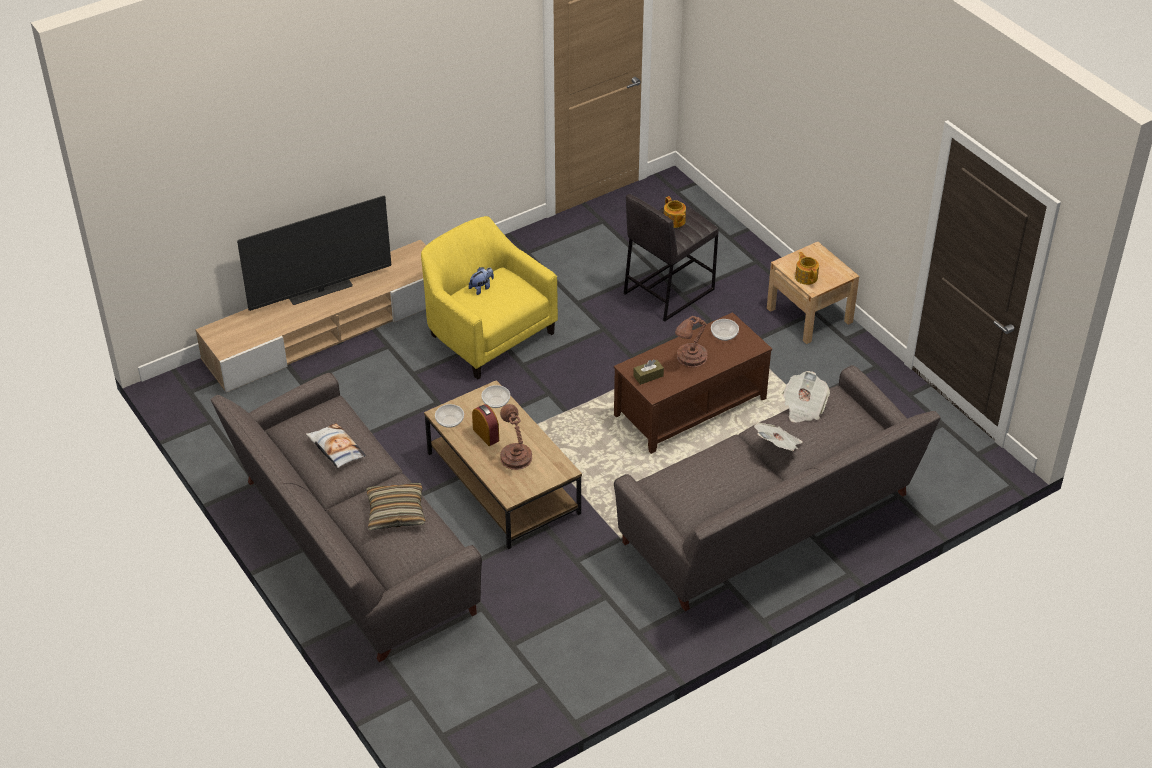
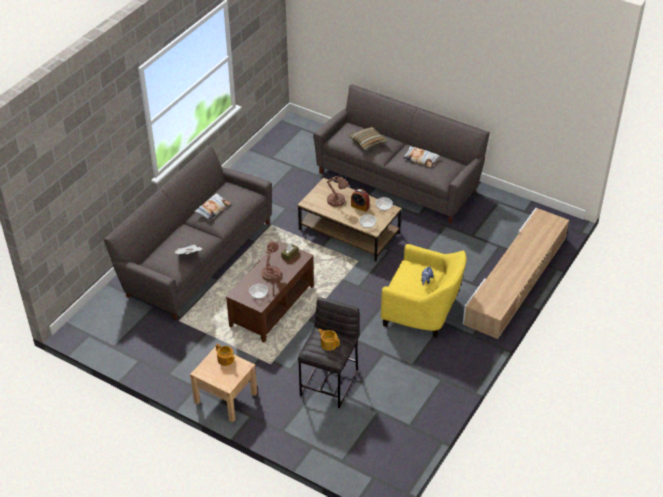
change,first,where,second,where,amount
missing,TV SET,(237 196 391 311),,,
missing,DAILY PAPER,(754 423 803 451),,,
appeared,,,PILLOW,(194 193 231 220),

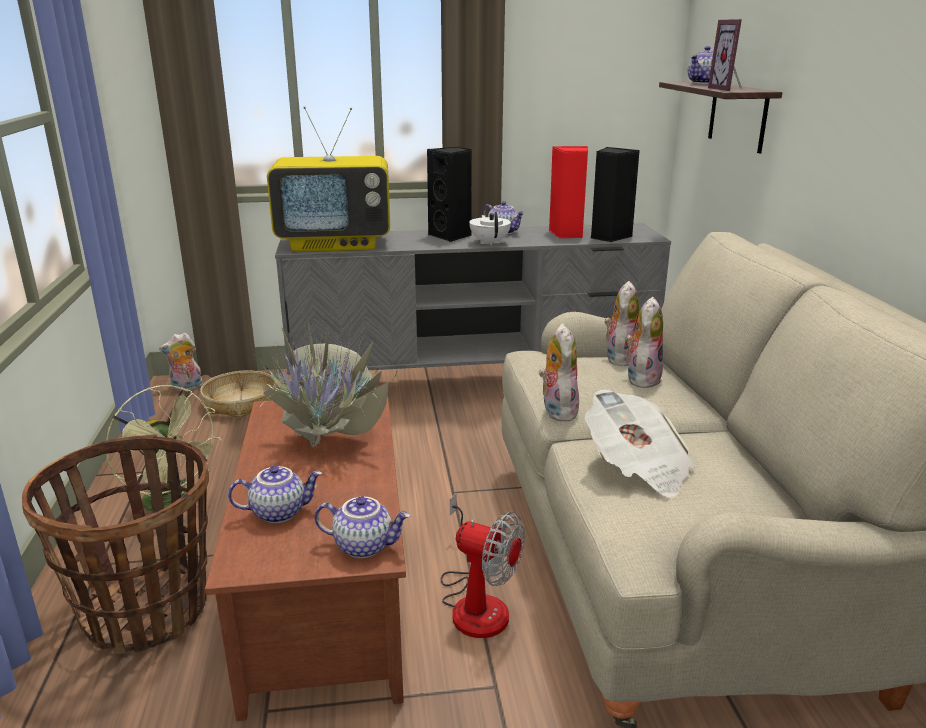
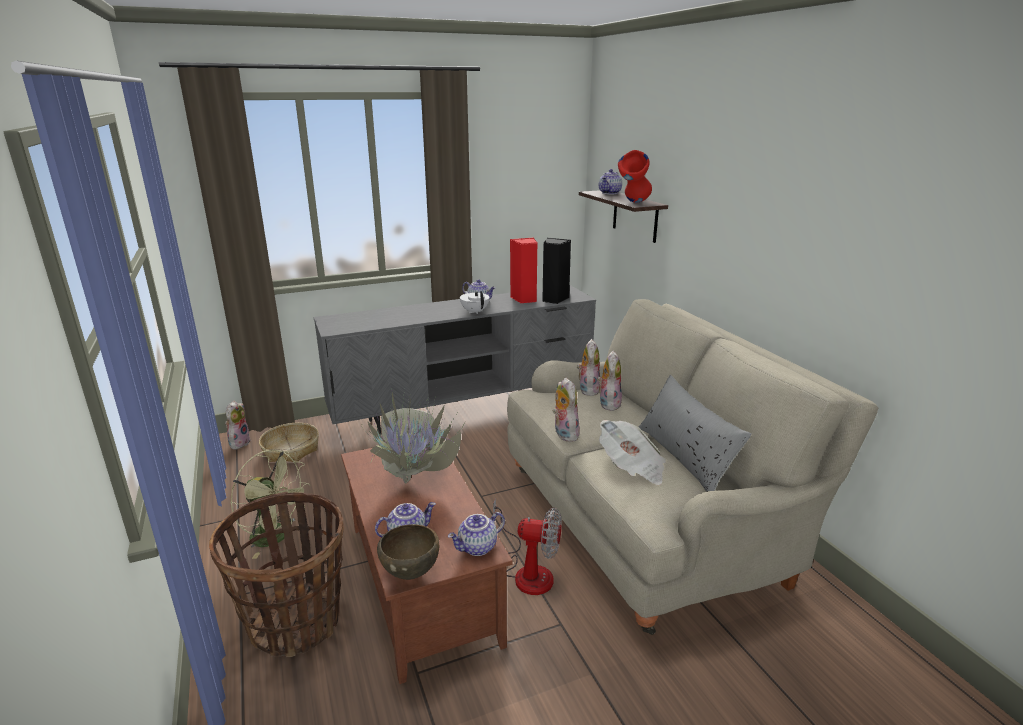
change,first,where,second,where,amount
spun,CUDDLY TOY,(159 333 204 391),,(225 401 251 450),135 degrees clockwise
missing,TV SET,(267 106 390 252),,,
spun,TEAPOT,(315 496 410 558),,(448 512 505 556),150 degrees clockwise
missing,BLACK LOUDSPEAKER,(427 147 472 242),,,
exchanged,PICTURE FRAME,(708 19 742 91),RED FLOWER VASE,(618 150 652 203),
appeared,,,BROWN BOWL,(377 524 439 580),
appeared,,,GRAY PILLOW,(639 375 752 492),

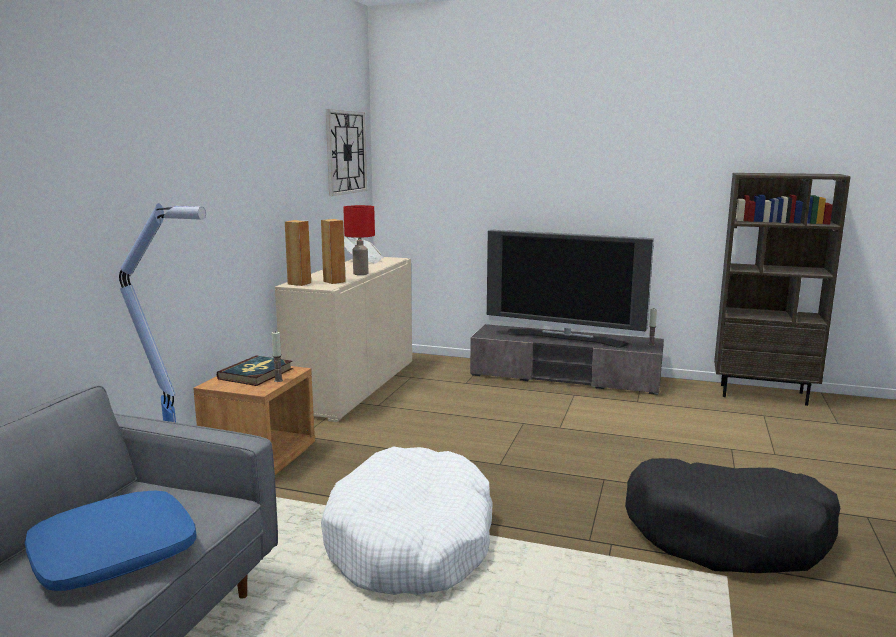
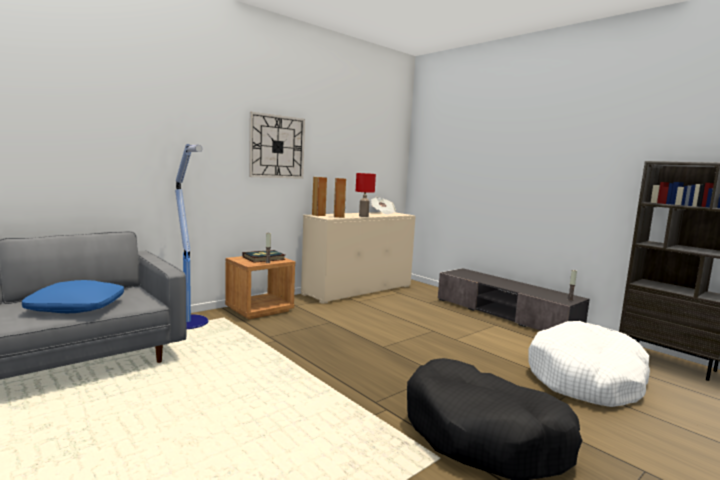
change,first,where,second,where,amount
relocated,WHITISH DOG CUSHION,(321 446 493 595),,(529 321 650 407),
relocated,CLOCK ON THE WALL,(326 109 367 196),,(249 112 305 179),
missing,TV SET,(487 230 654 348),,,

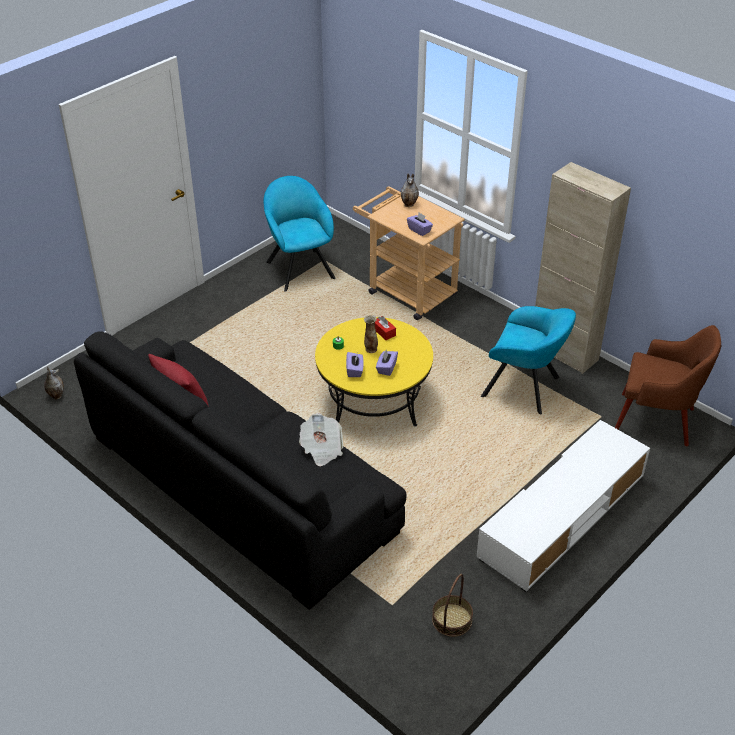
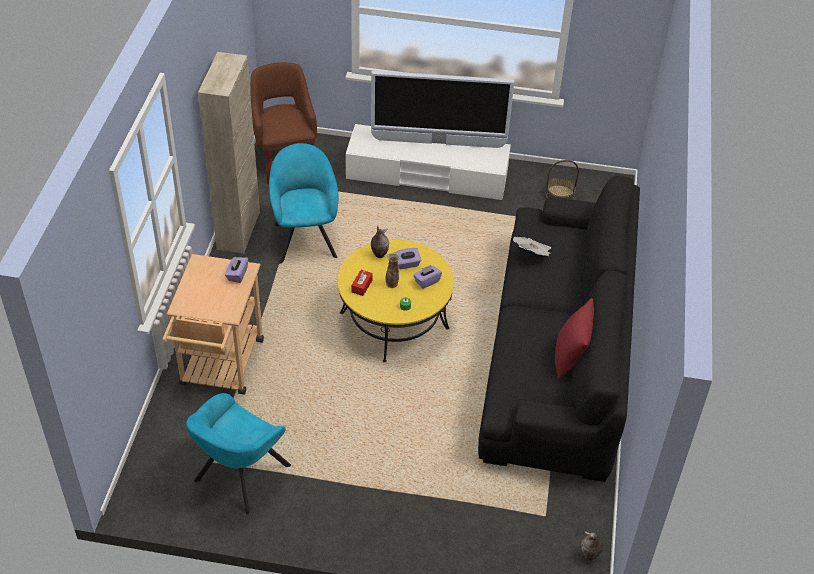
change,first,where,second,where,amount
relocated,FLOWER VASE,(401 174 419 207),,(371 226 389 258),
appeared,,,TV SET,(371 71 514 148),

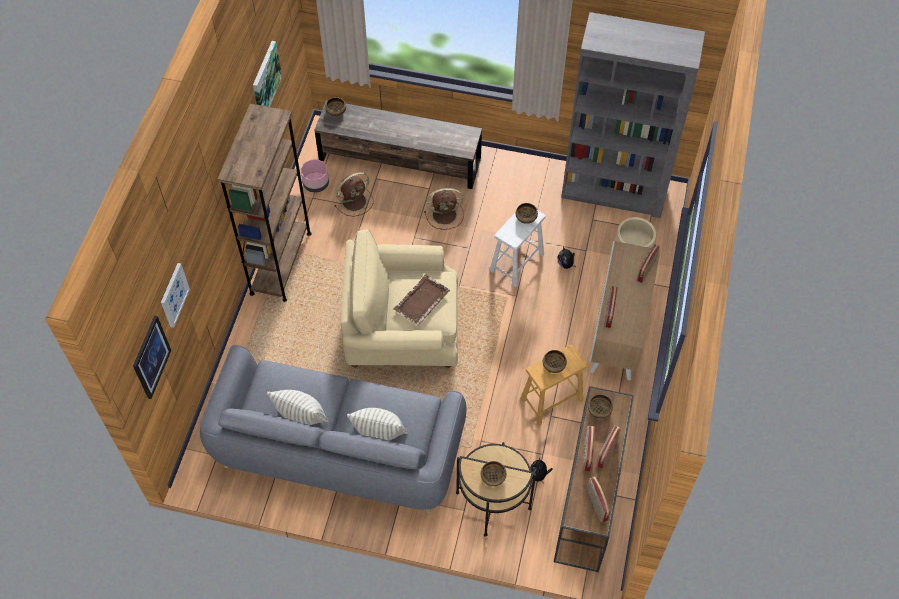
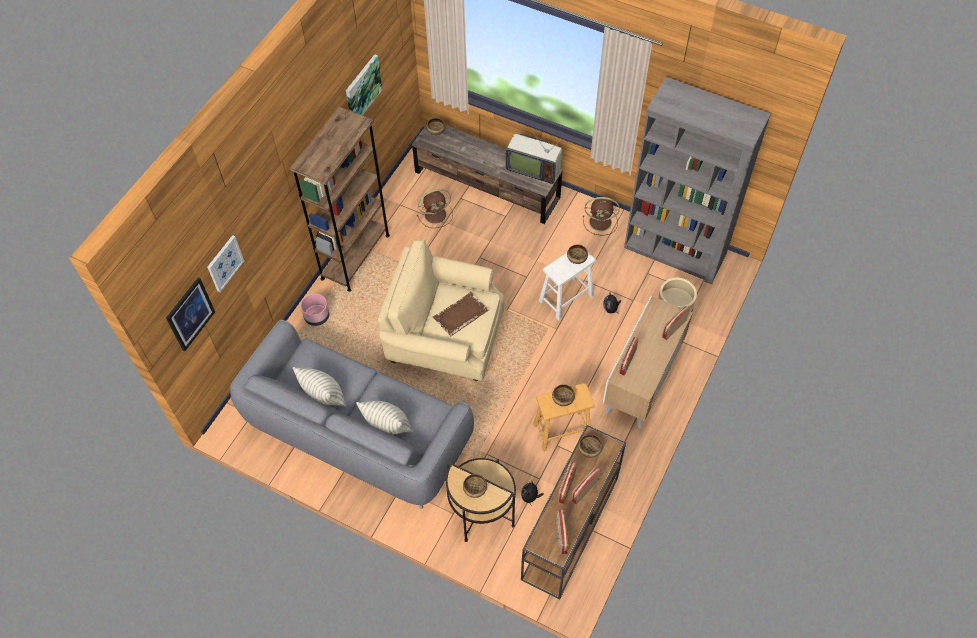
change,first,where,second,where,amount
relocated,PINK FLOWER POT,(301 159 329 193),,(300 294 329 326),
relocated,BROWN FAN,(424 188 464 230),,(583 197 620 236),
appeared,,,TV SET,(506 131 563 184),

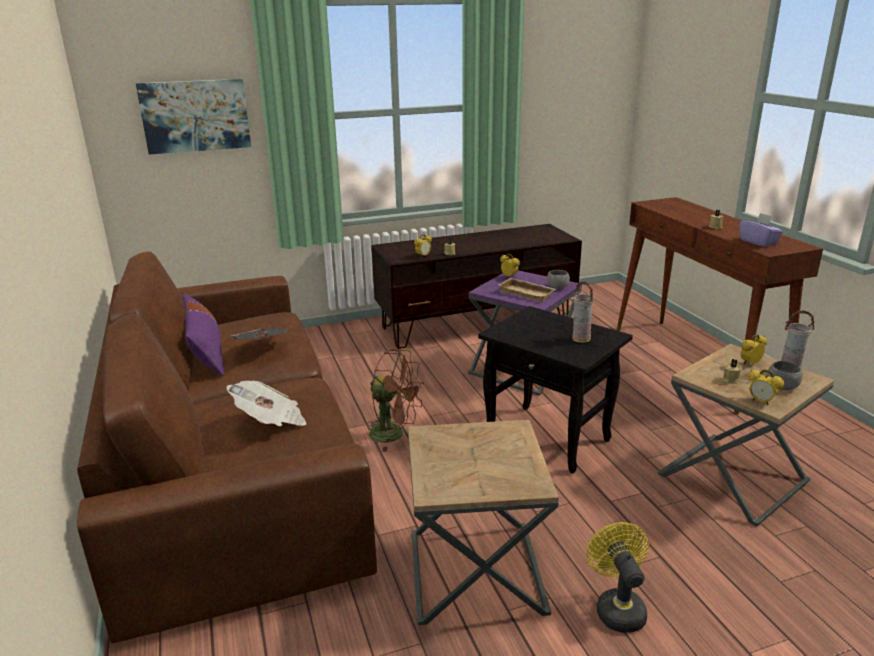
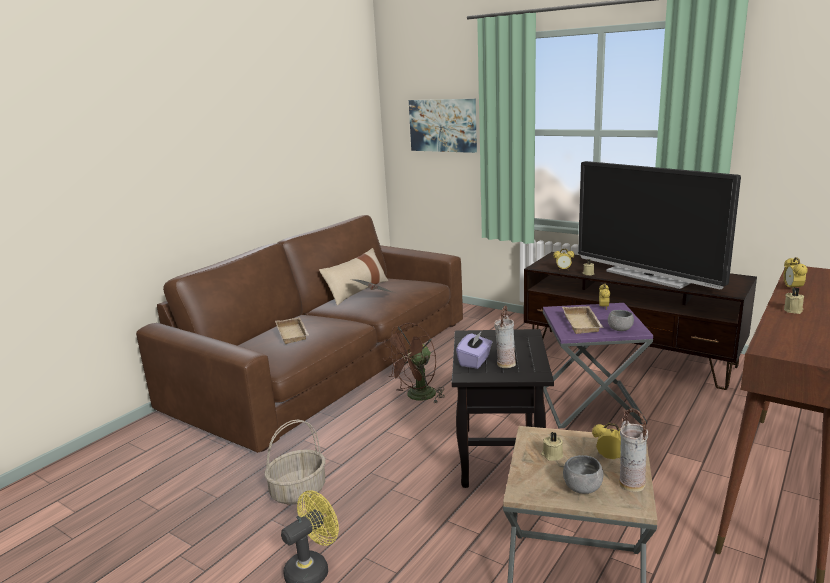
change,first,where,second,where,amount
colour,PURPLE-COLOURED PILLOW,(183 293 224 376),BEIGE PILLOW,(319 248 389 305),
exchanged,DAILY PAPER,(227 381 307 426),BEIGE CARRYING TRAY,(275 317 309 344),
spun,BROWN FAN,(366 349 424 452),,(383 323 445 403),60 degrees clockwise
exchanged,BROWN END TABLE,(408 420 559 625),STORAGE BASKET,(264 419 325 505),
relocated,PURPLE-COLOURED BOX OF TISSUES,(739 213 783 247),,(456 331 492 369),
relocated,TABLE CLOCK,(748 369 784 405),,(783 257 808 291),
appeared,,,TV SET,(578 161 741 290),

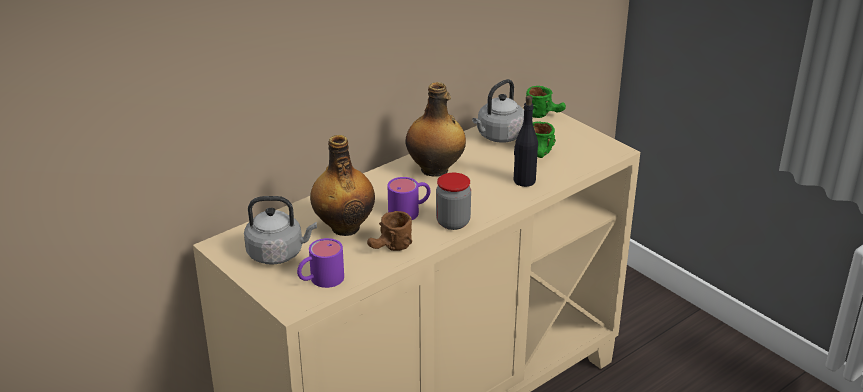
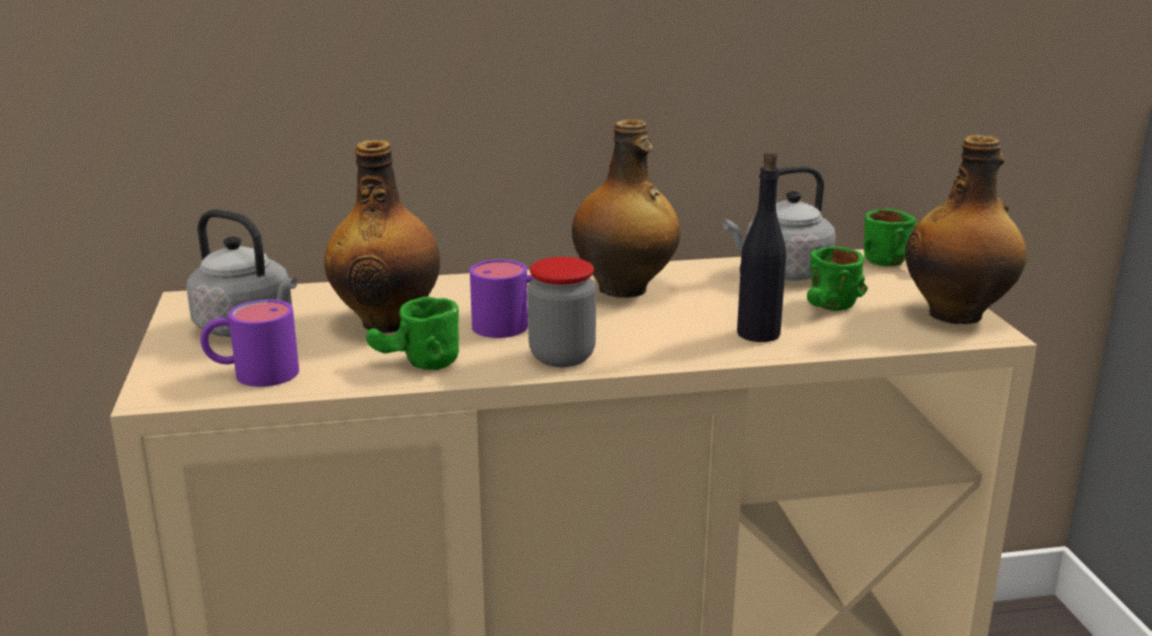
change,first,where,second,where,amount
colour,BROWN MUG,(367 211 412 251),GREENISH MUG,(366 296 459 370),
appeared,,,DRINK BOTTLE,(905 135 1026 324),

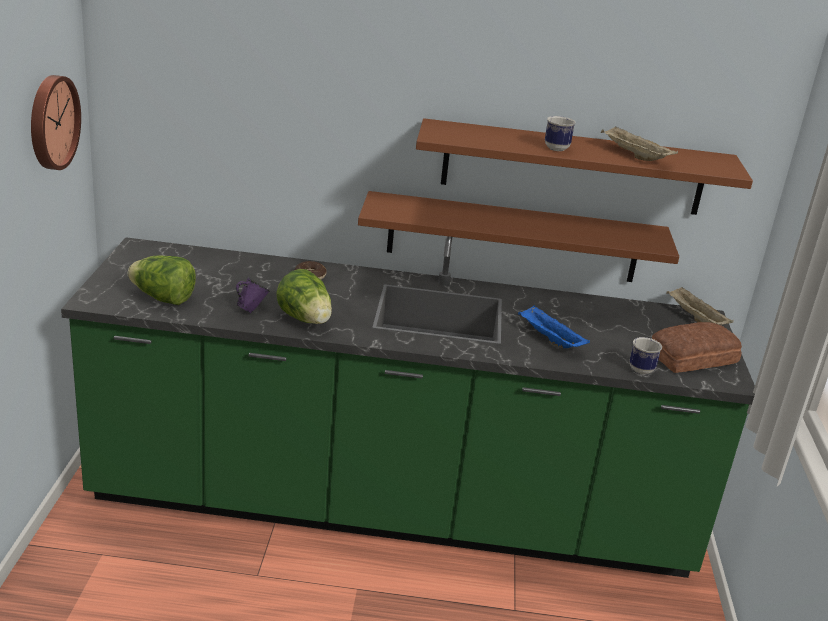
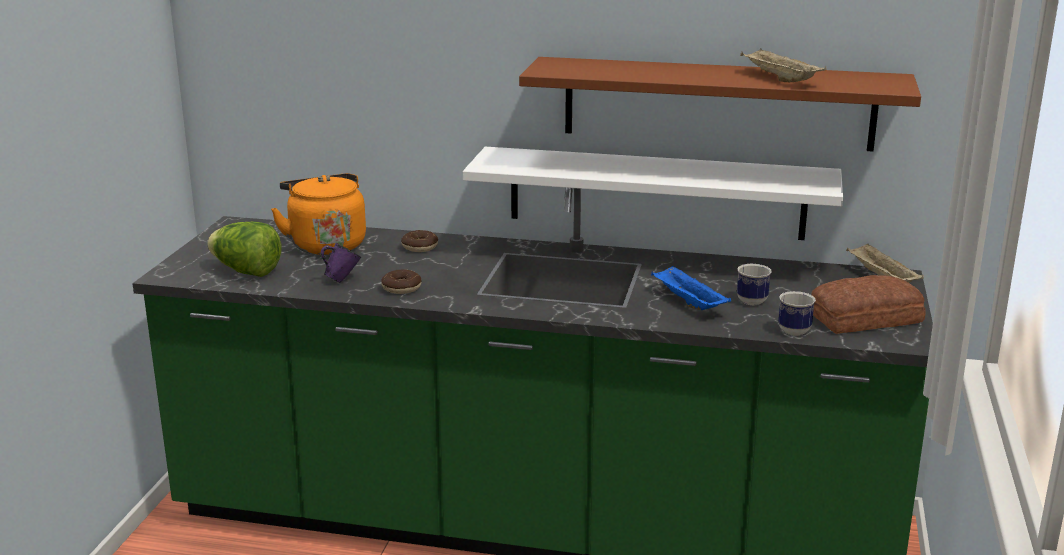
change,first,where,second,where,amount
missing,CLOCK ON THE WALL,(31 75 81 170),,,
exchanged,LETTUCE HEAD,(276 269 332 324),RING DOUGHNUT,(381 270 421 294),
colour,BROWN WALL SHELF,(358 191 679 282),WHITISH WALL SHELF,(463 147 843 240),
relocated,MUG,(545 116 576 151),,(737 264 772 305),
appeared,,,ORANGE-COLOURED TEA KETTLE,(271 173 366 255),

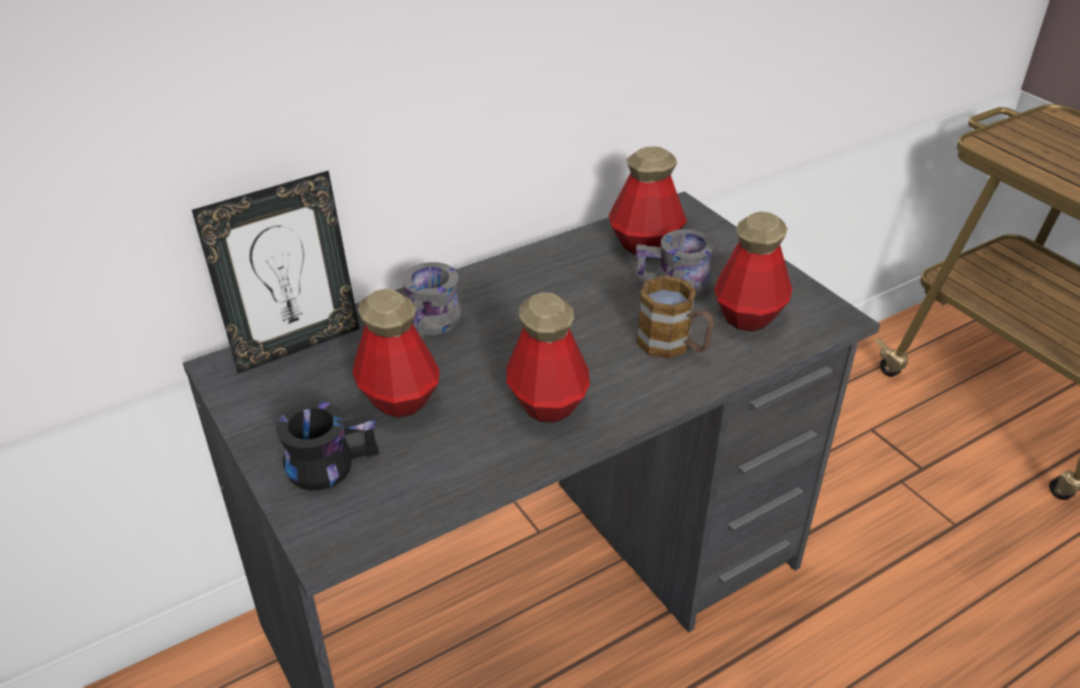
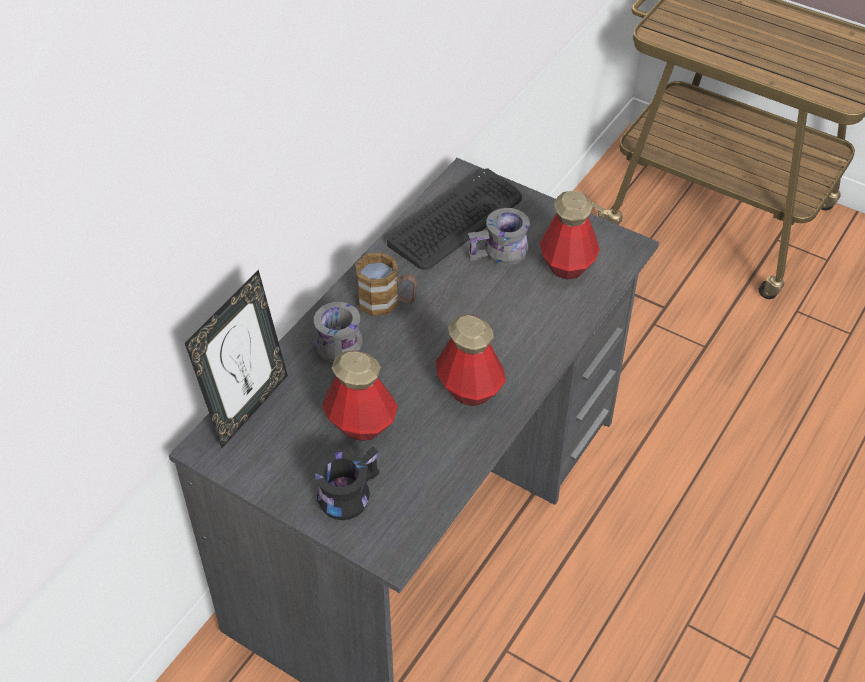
change,first,where,second,where,amount
exchanged,DRINK BOTTLE,(609 146 687 254),PC KEYBOARD,(387 168 522 270),
relocated,MUG,(636 276 714 359),,(355 252 417 316),

